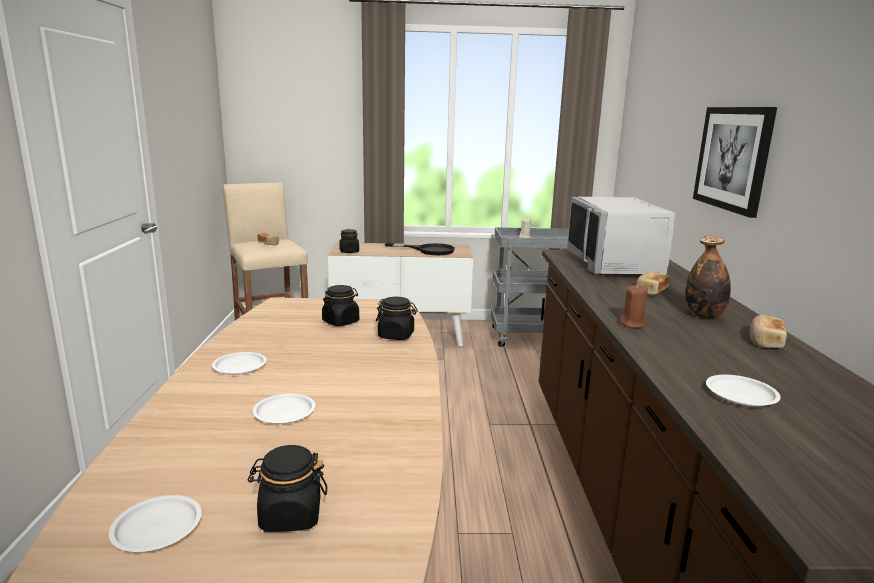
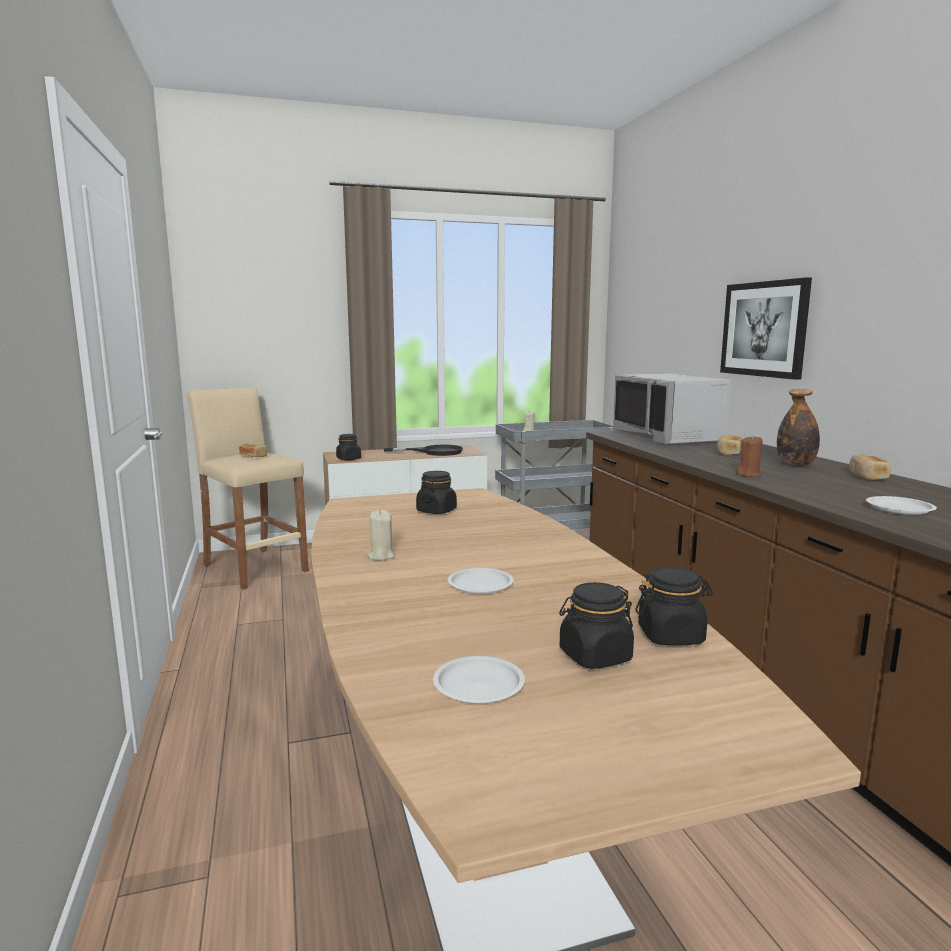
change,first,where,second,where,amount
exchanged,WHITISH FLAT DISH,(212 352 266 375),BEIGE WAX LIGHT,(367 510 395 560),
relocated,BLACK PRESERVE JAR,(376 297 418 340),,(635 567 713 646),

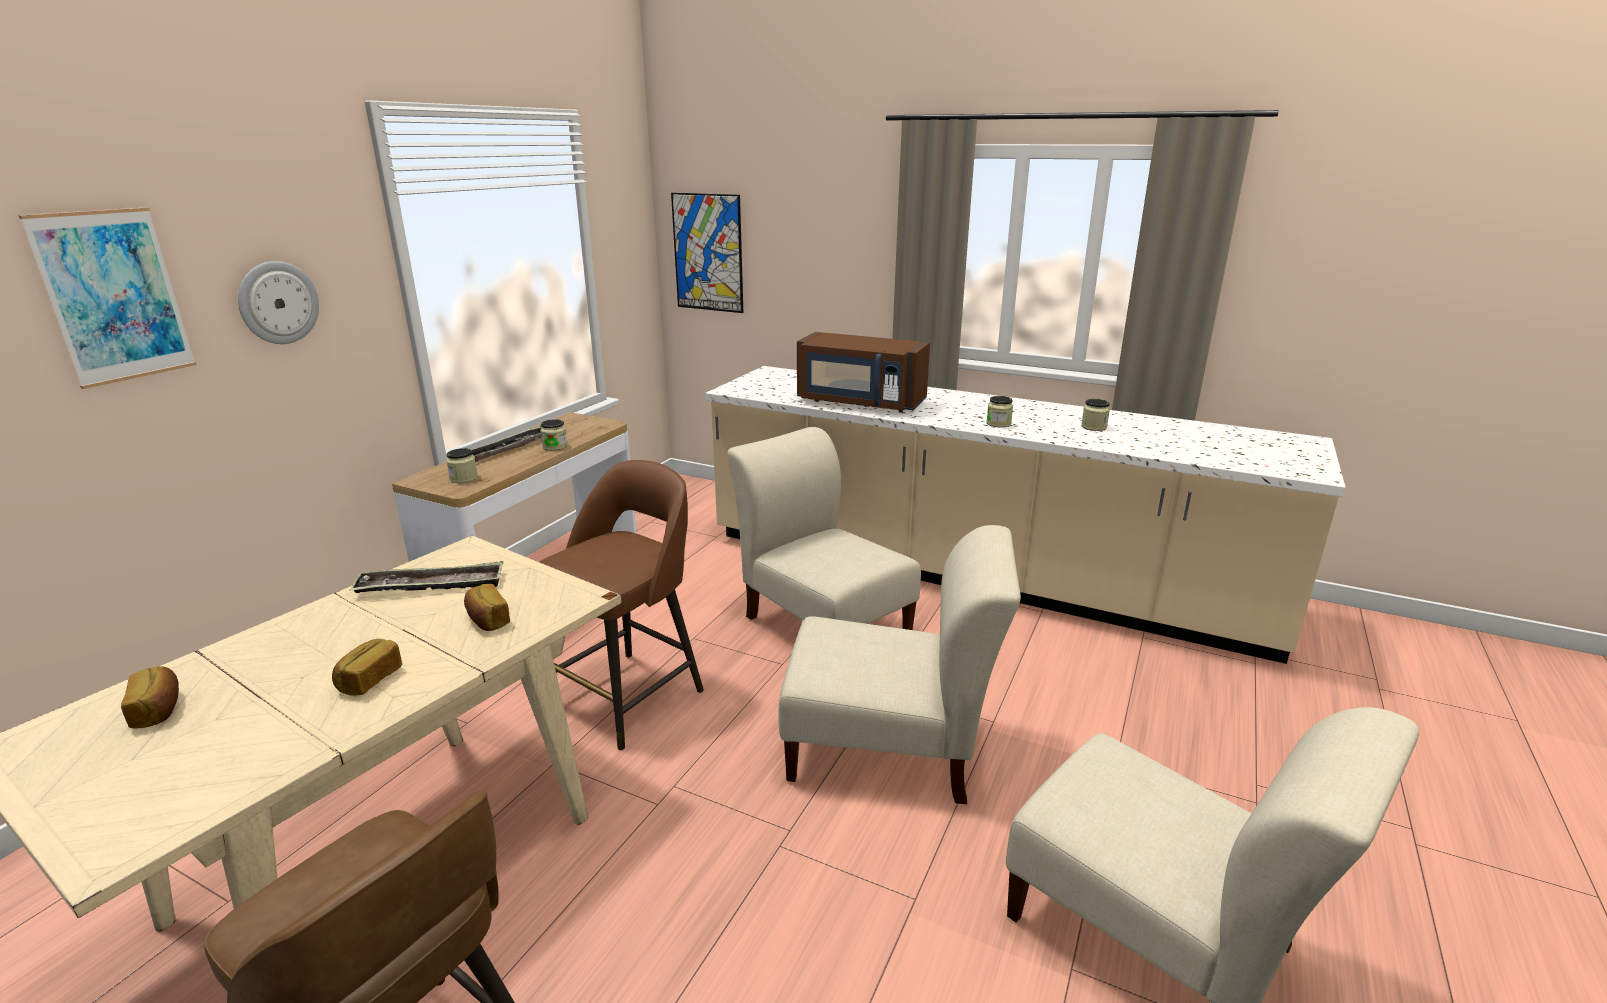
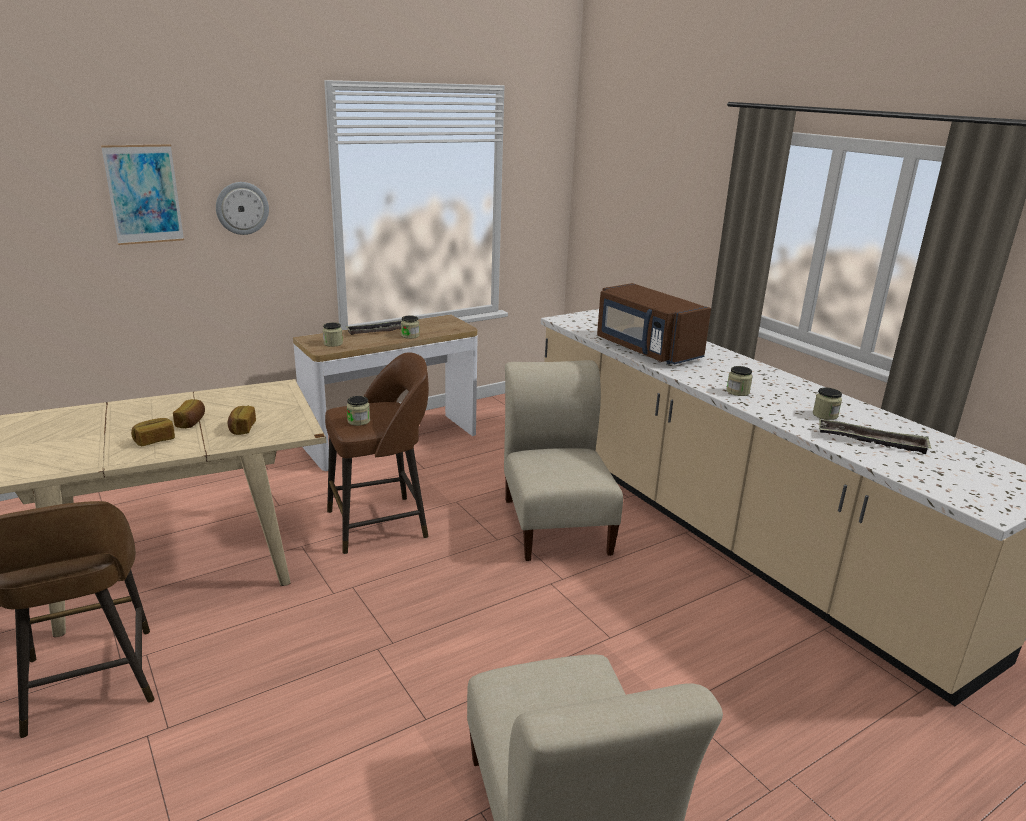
change,first,where,second,where,amount
relocated,BAKERY BREAD,(121 666 179 729),,(173 399 205 428),
relocated,CARRYING TRAY,(350 561 503 593),,(819 419 931 454),
missing,PICTURE,(671 193 743 313),,,
missing,BEIGE UPRIGHT CHAIR,(779 525 1021 804),,,
appeared,,,PRESERVE JAR,(347 396 370 426),

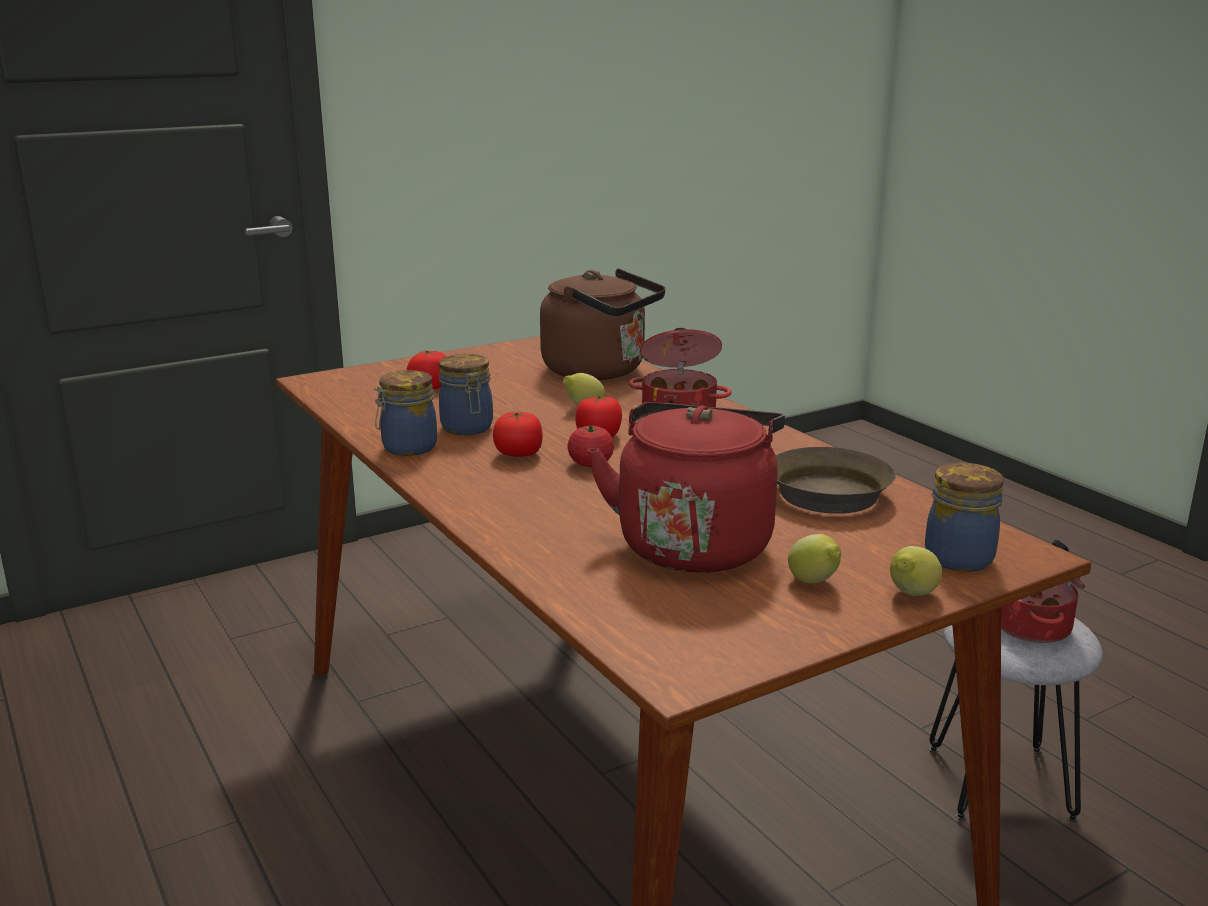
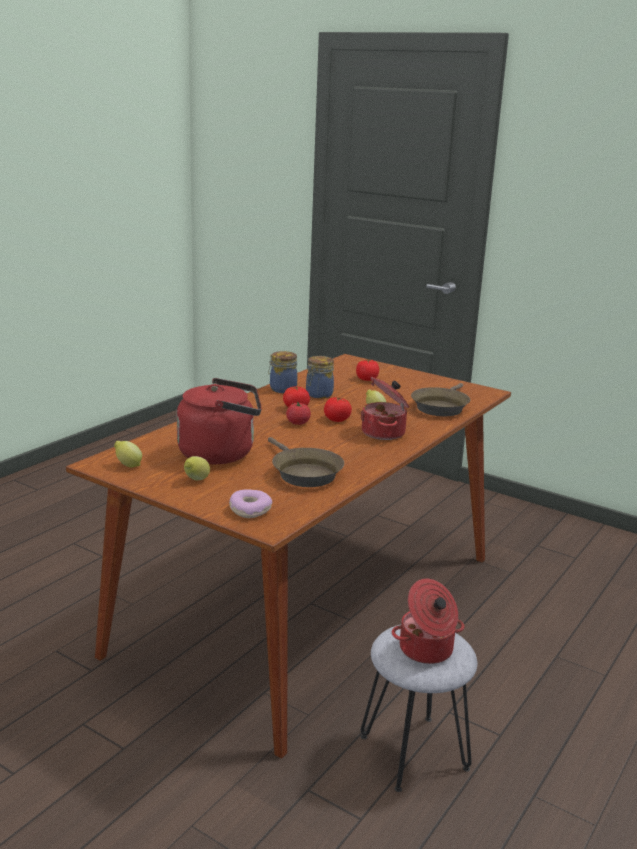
change,first,where,second,where,amount
exchanged,BROWN TEA KETTLE,(540 269 666 380),BROWN FRYING PAN,(411 383 470 416),
relocated,WHOLE LEMON,(890 546 942 596),,(114 441 142 468),
exchanged,PRESERVE JAR,(925 462 1004 572),RING DOUGHNUT,(229 490 272 518),

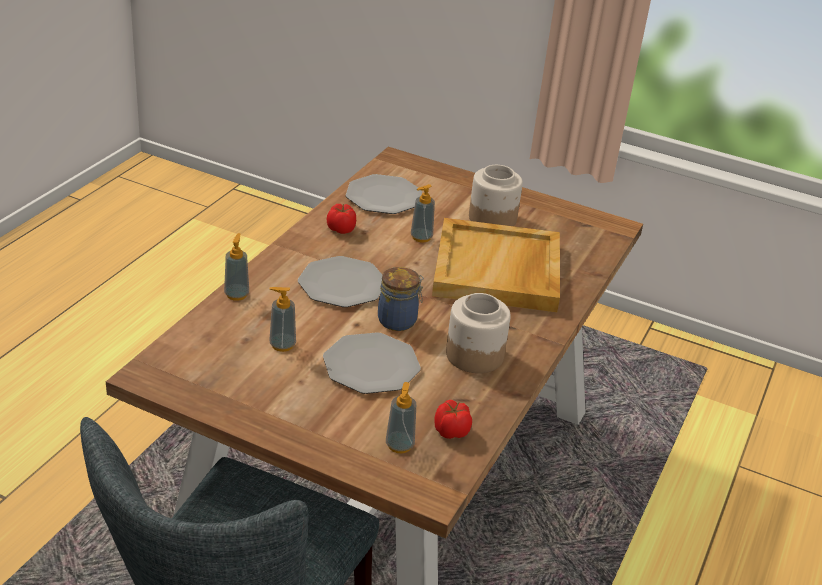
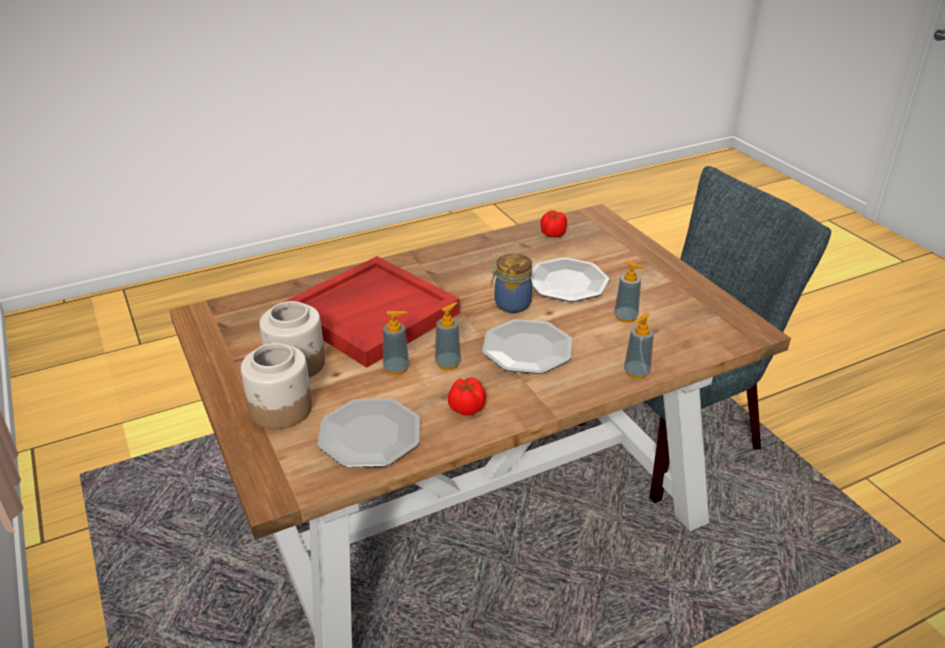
change,first,where,second,where,amount
relocated,LIQUID SOAP BOTTLE,(386 382 416 453),,(435 302 461 370),
colour,BEIGE CARRYING TRAY,(432 218 560 312),RED CARRYING TRAY,(283 256 460 368),
relocated,PRESERVE JAR,(446 293 511 373),,(241 343 312 429),

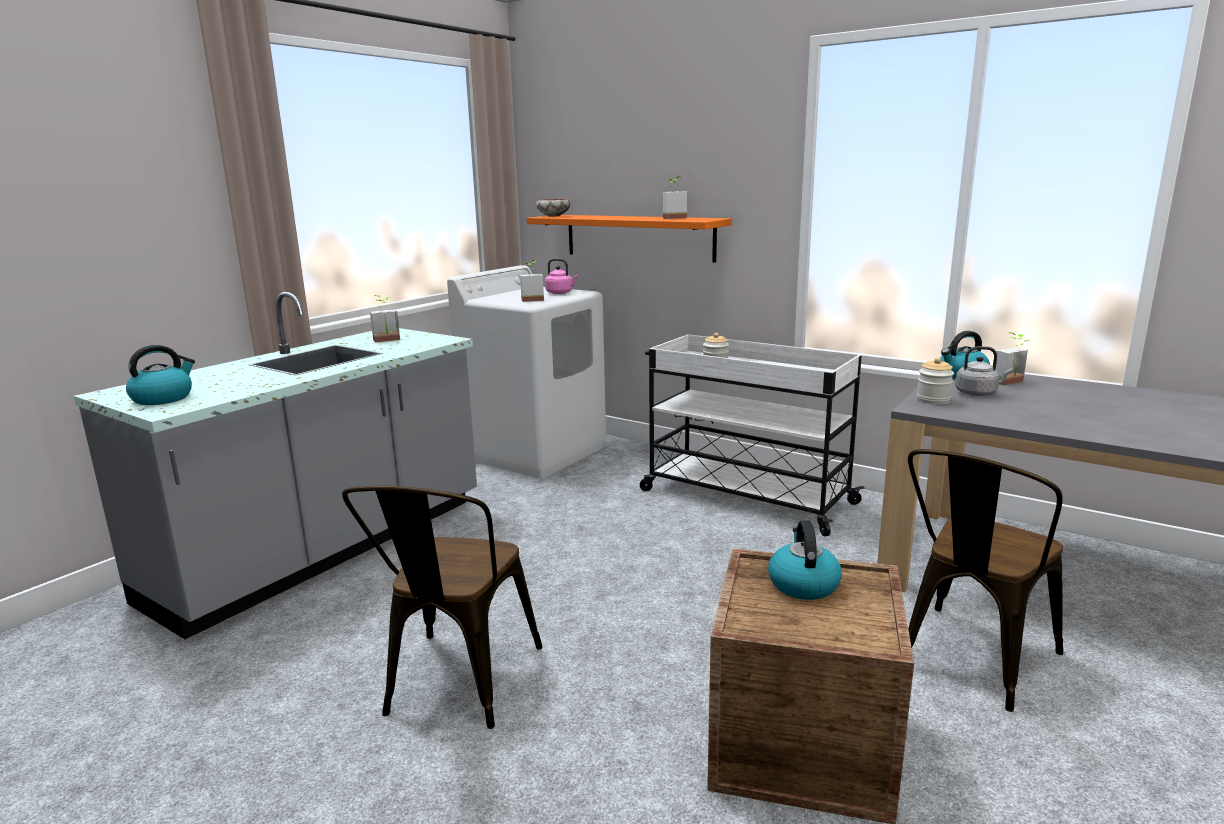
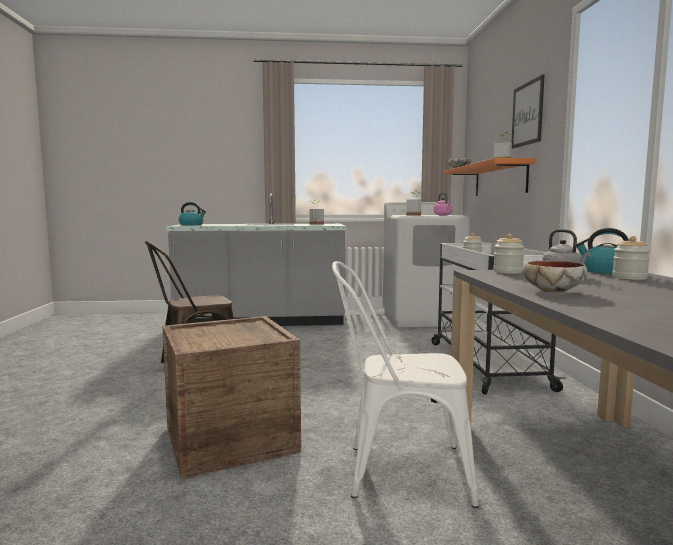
change,first,where,second,where,amount
missing,TEA KETTLE,(768 520 842 600),,,
colour,BROWN UPRIGHT CHAIR,(908 449 1063 712),WHITISH UPRIGHT CHAIR,(332 261 479 508),
exchanged,HOUSEPLANT,(995 332 1031 386),PRESERVE JAR,(612 236 650 280),
appeared,,,PICTURE,(511 74 545 149),
appeared,,,BOWL,(523 261 588 293),

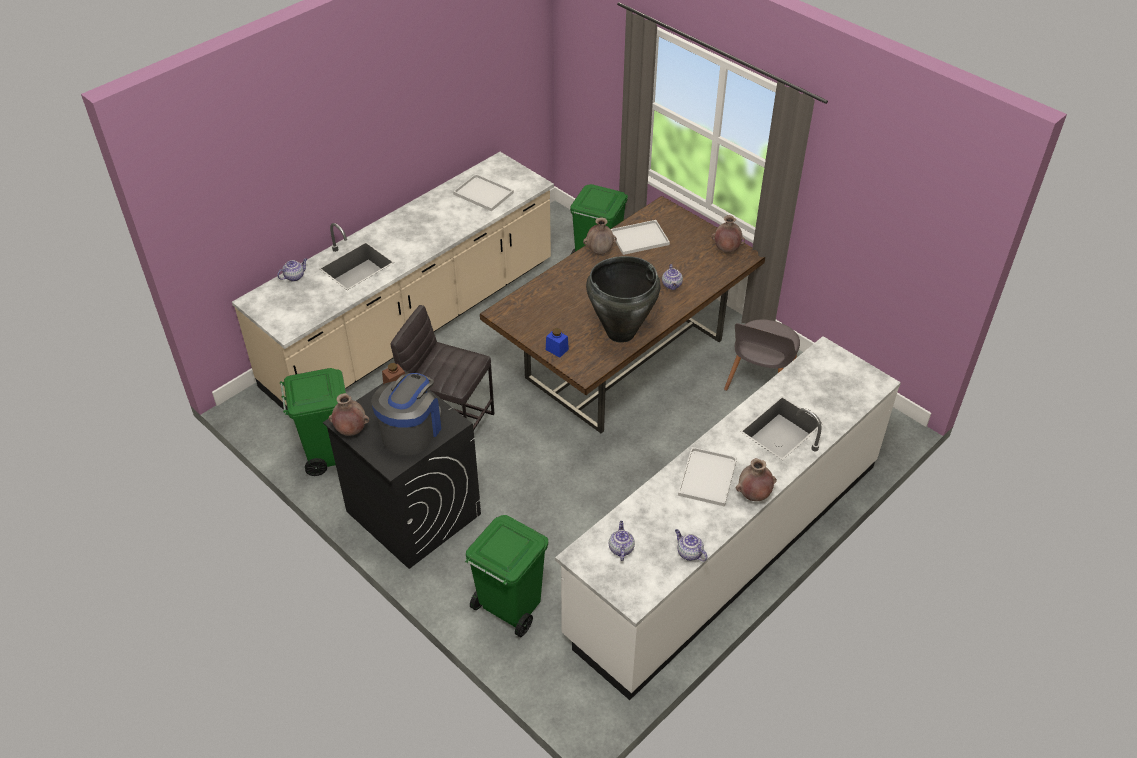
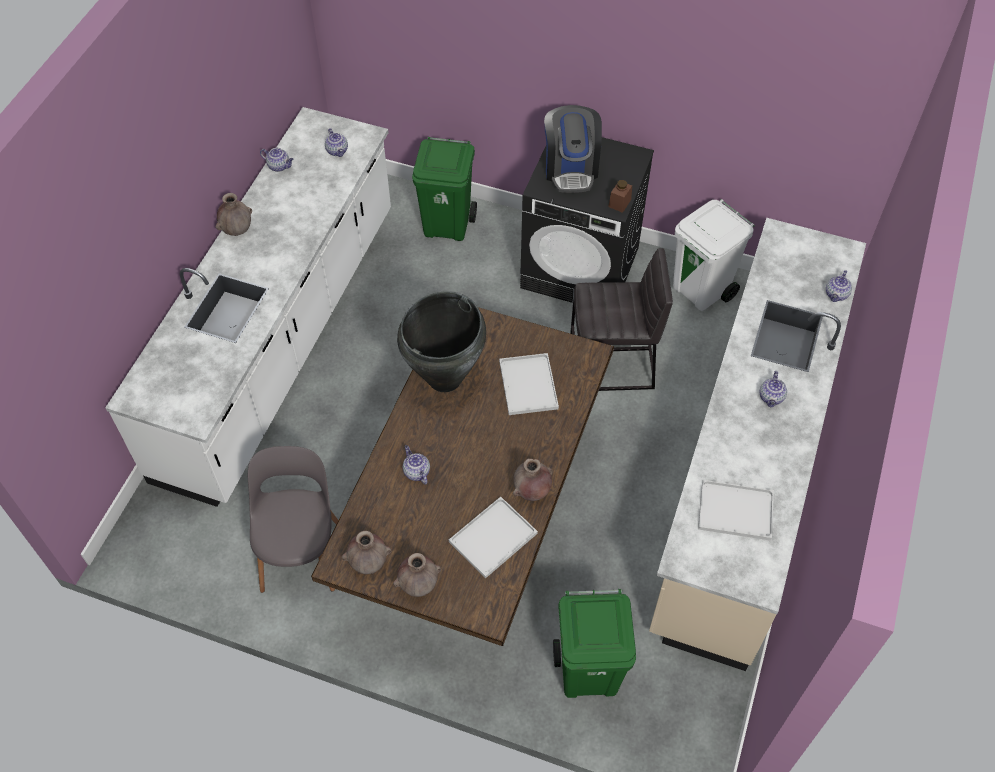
change,first,where,second,where,amount
colour,GREENISH RUBBISH BIN,(280 368 346 476),WHITISH RUBBISH BIN,(673 199 755 311),
relocated,BROWN FLOWER VASE,(329 393 369 436),,(393 553 441 597),
missing,BLUISH PRESERVE JAR,(546 328 569 358),,,
relocated,WHITISH CARRYING TRAY,(678 447 737 507),,(499 353 559 415),
appeared,,,TEAPOT,(760 371 787 408),

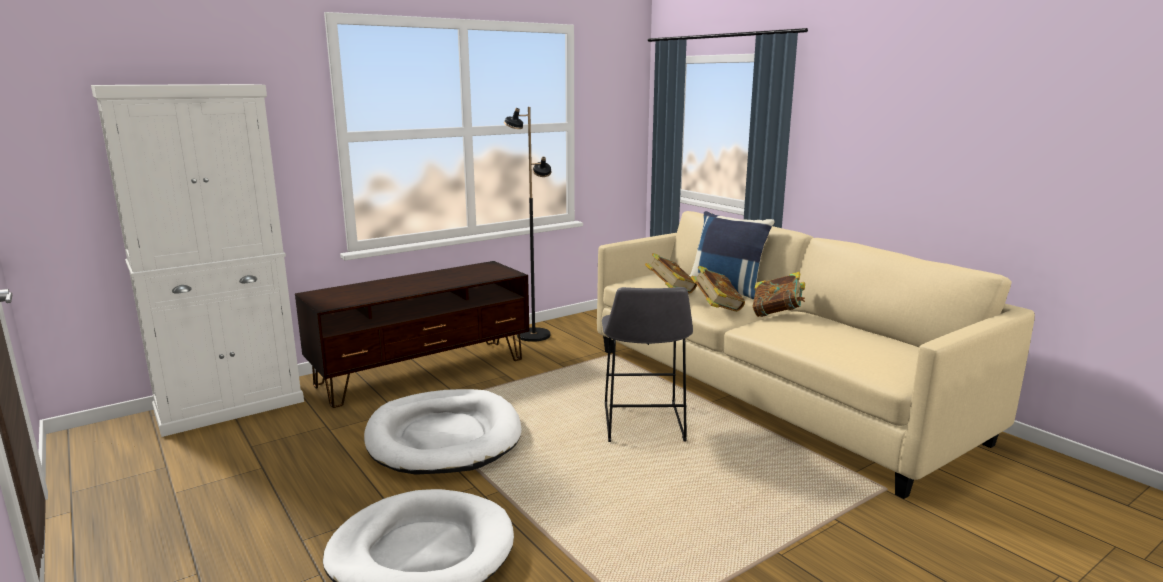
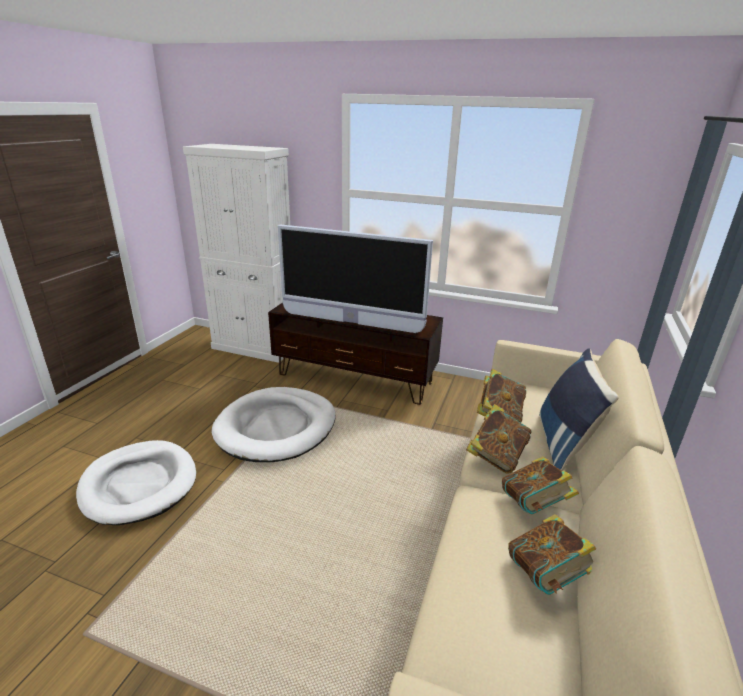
change,first,where,second,where,amount
missing,BLACK STANDARD LAMP,(504 107 552 342),,,
missing,GRAY STOOL SEAT,(602 287 693 442),,,
appeared,,,TV SET,(278 225 433 333),
appeared,,,BOOK,(508 514 596 595),

